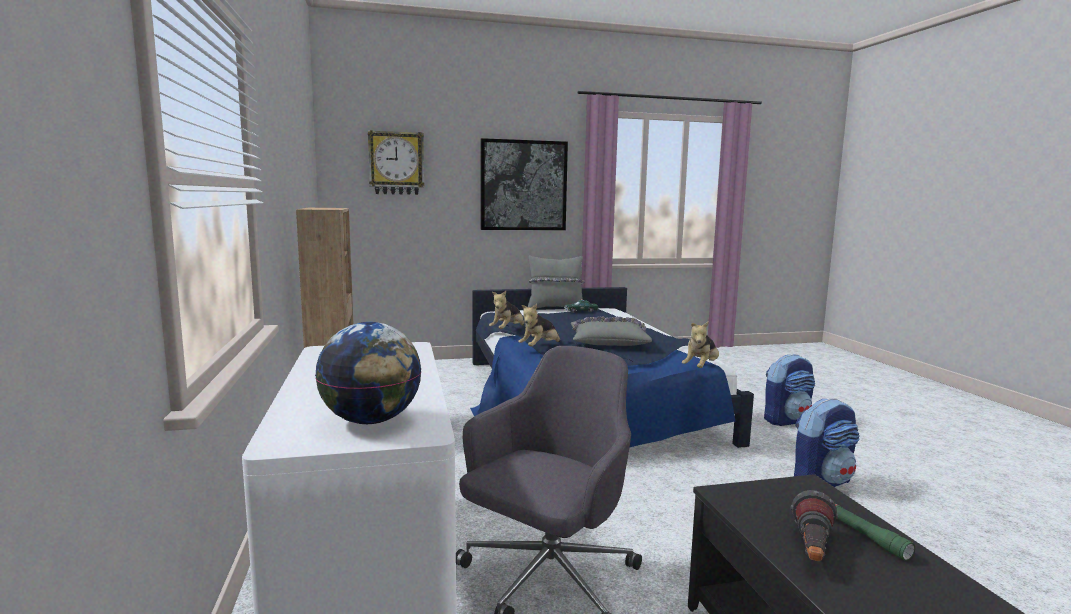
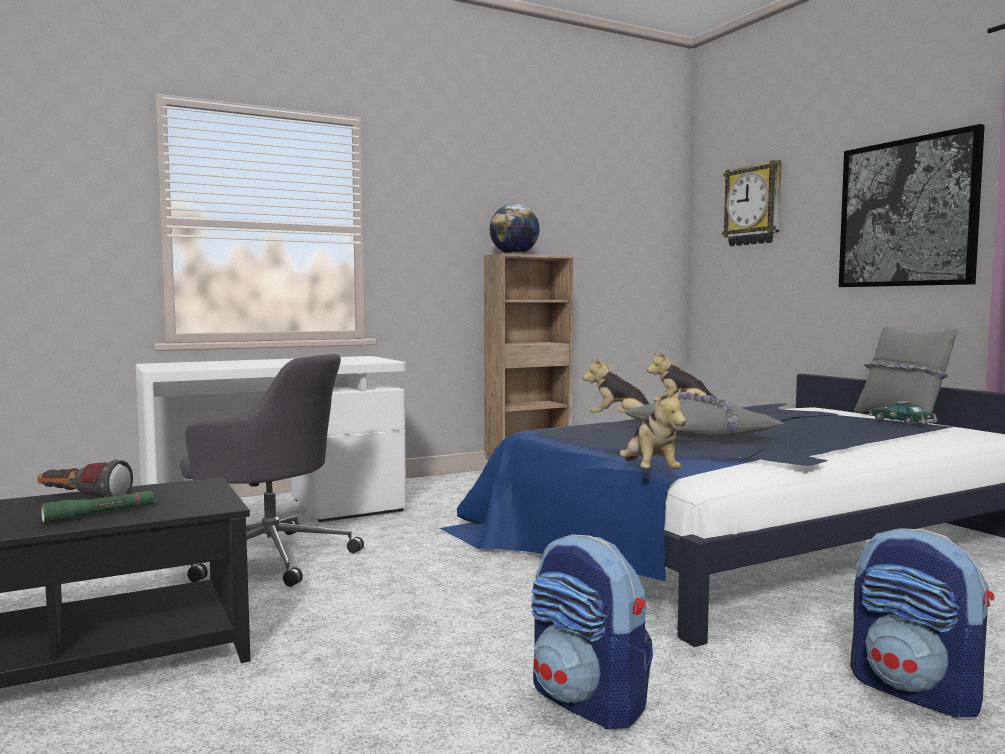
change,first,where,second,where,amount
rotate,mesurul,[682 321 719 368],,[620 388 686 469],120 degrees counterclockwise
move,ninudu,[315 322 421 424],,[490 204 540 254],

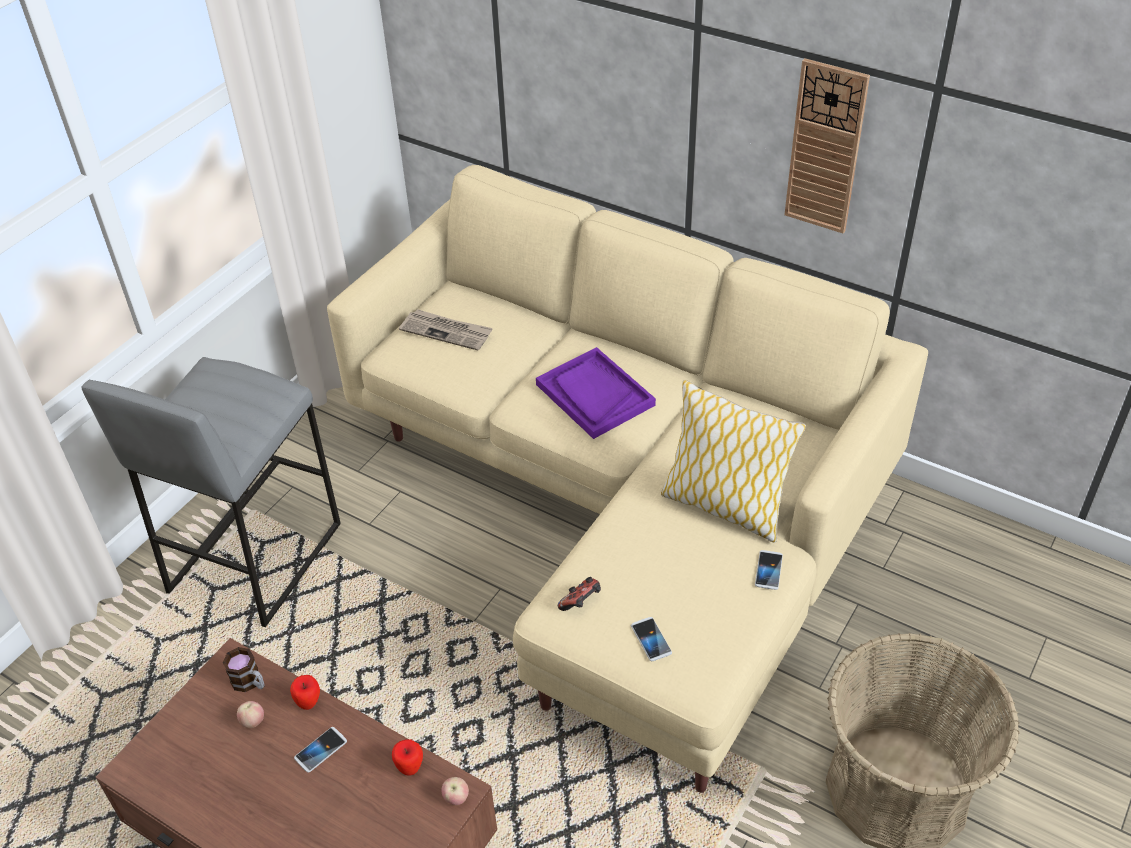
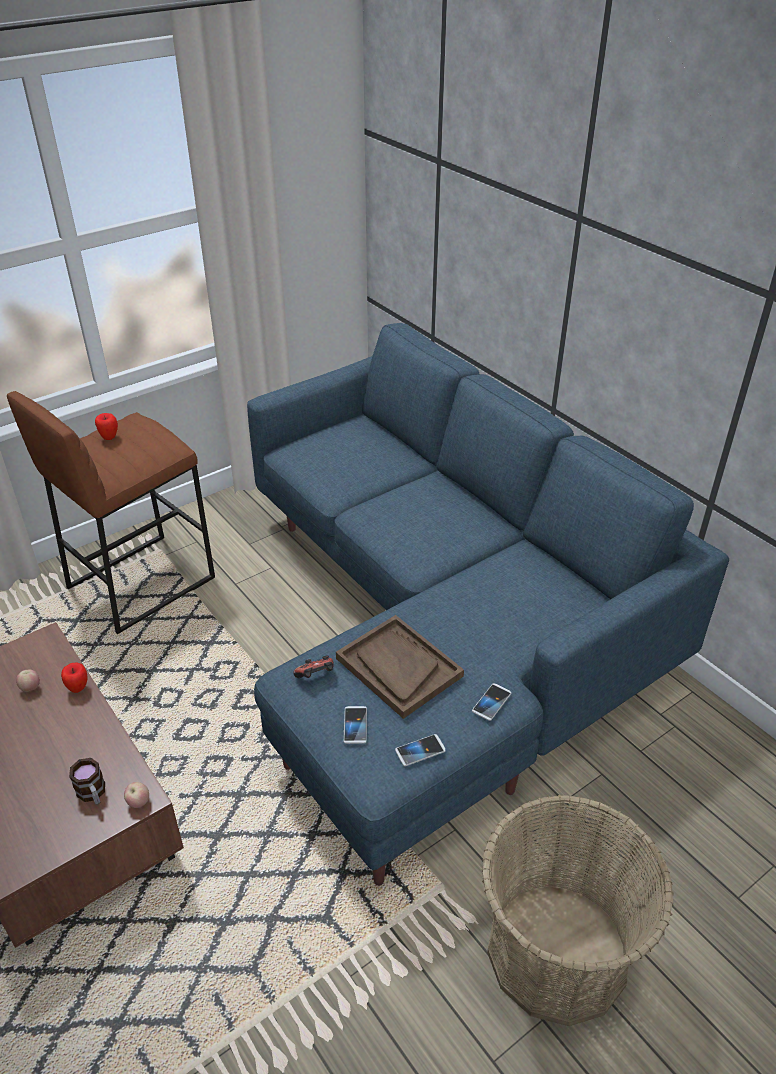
change,first,where,second,where,amount
delete,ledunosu,[784 58 870 233],,,
recolor,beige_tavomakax,[327 165 928 793],blue_tavomakax,[247 323 729 886],
delete,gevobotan,[399 309 493 351],,,
delete,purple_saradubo,[536 347 656 439],,,
recolor,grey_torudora,[81 357 341 627],brown_torudora,[7 391 215 634],
delete,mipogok,[661 380 806 543],,,
move,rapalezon,[222 647 265 692],,[69 758 105 805],
move,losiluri,[294 727 347 773],,[395 734 446 766],
move,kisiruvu,[392 739 423 775],,[95 413 118 440],
insert,,,brown_saradubo,[336 615 464 719],

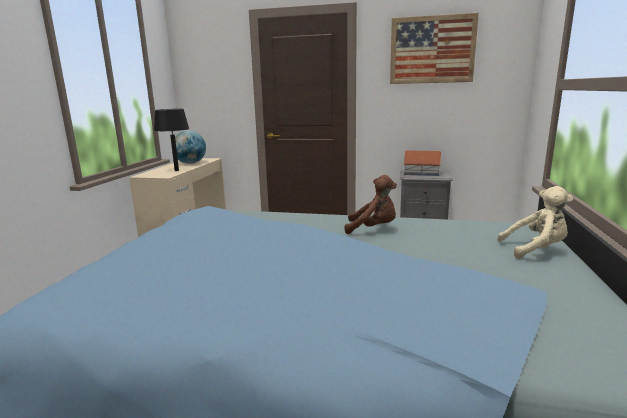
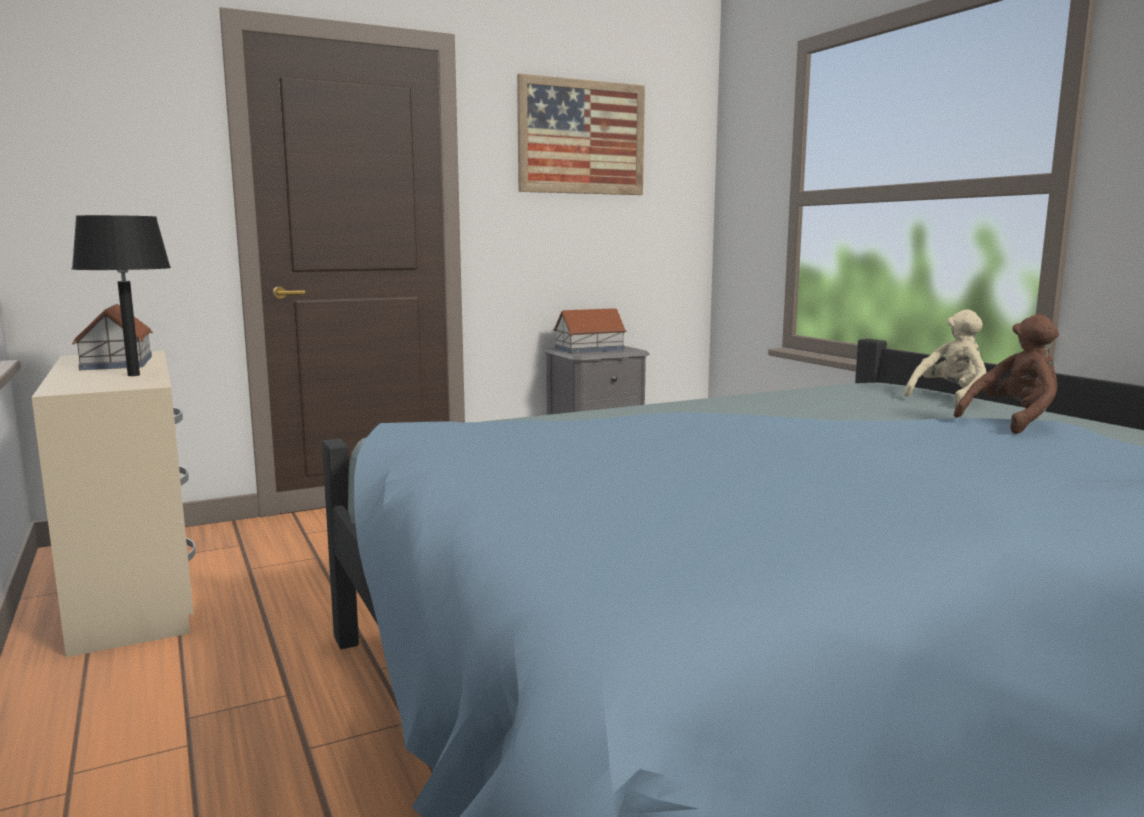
change,first,where,second,where,amount
replace,ninudu,[175 130 206 164],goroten,[72 304 153 370],
move,brown_mesurul,[345 175 397 234],,[954 315 1060 434],

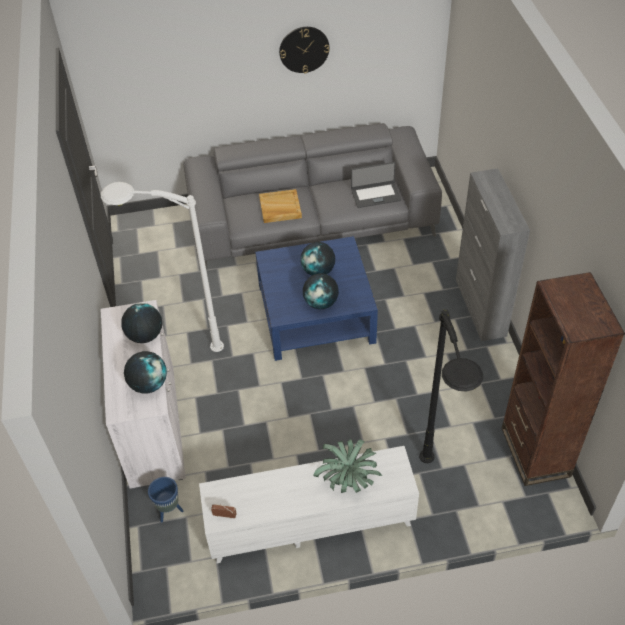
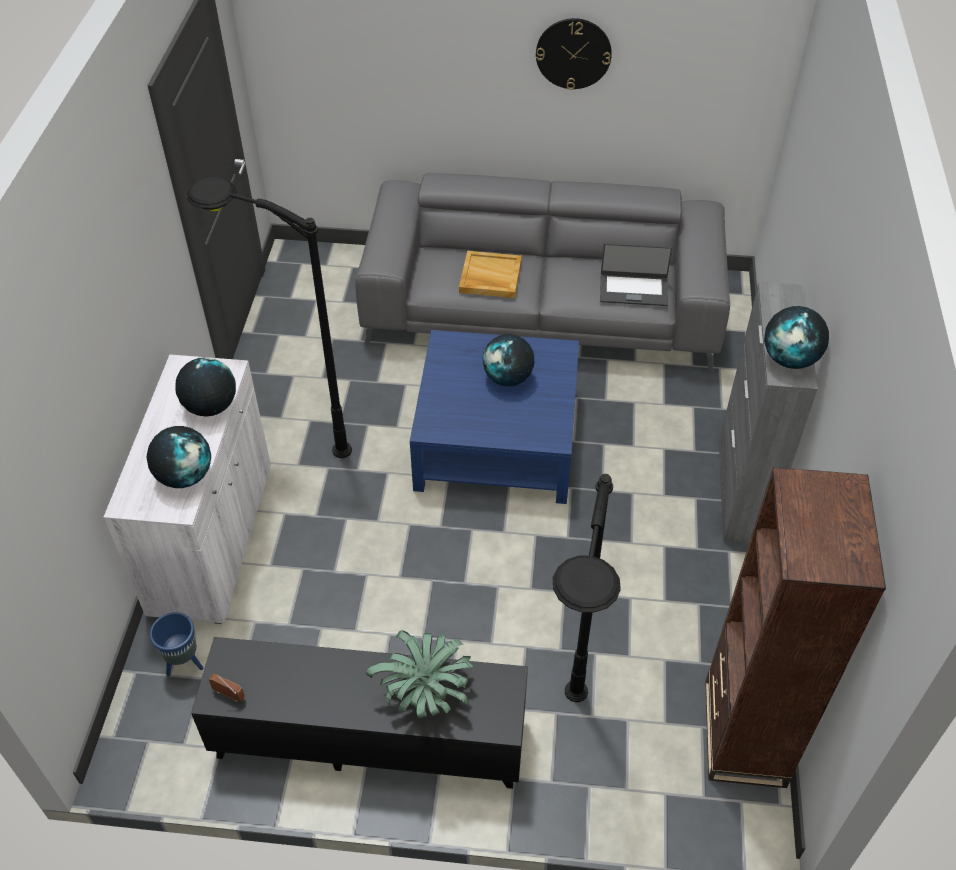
change,first,where,second,where,amount
recolor,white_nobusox,[101 182 224 352],black_nobusox,[186 177 352 458],
move,ninudu,[303 273 339 309],,[764 306 829 369],
recolor,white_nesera,[199 446 419 564],black_nesera,[191 637 528 789],

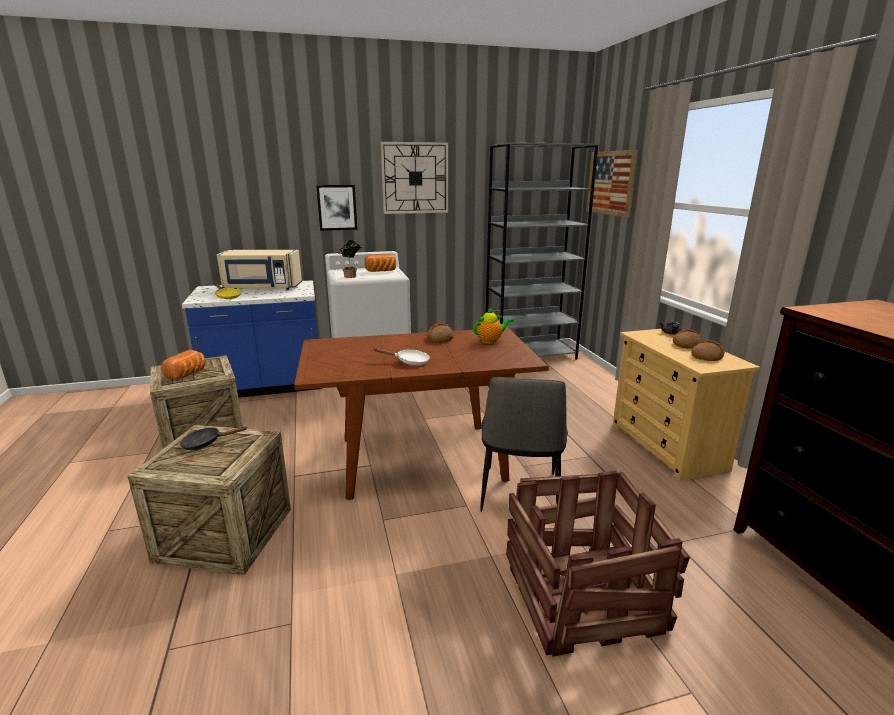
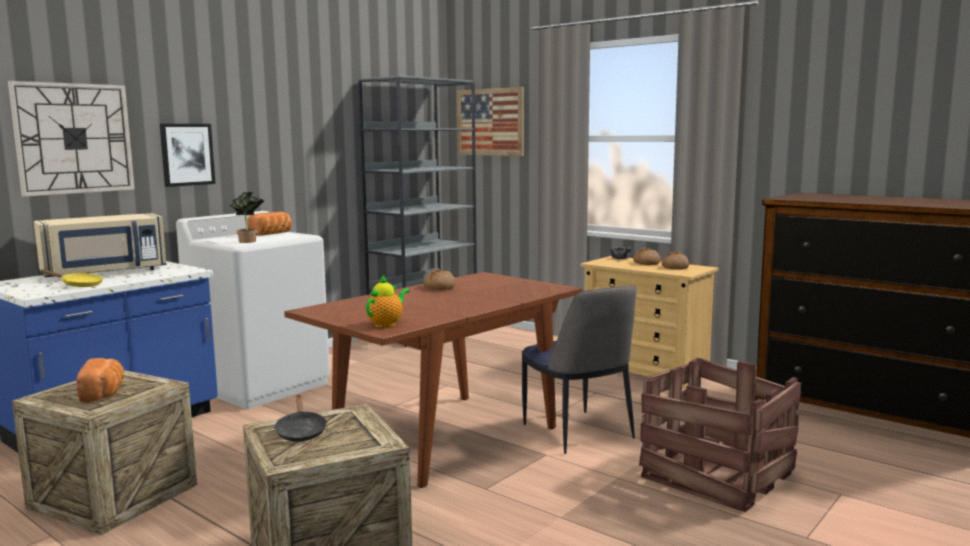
change,first,where,second,where,amount
move,ledunosu,[381 142 448 214],,[8 81 135 197],
move,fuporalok,[473 308 514 344],,[366 275 410 327],
delete,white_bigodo,[374 348 430 365],,,
rotate,black_bigodo,[180 426 247 450],,[274 395 327 442],60 degrees counterclockwise

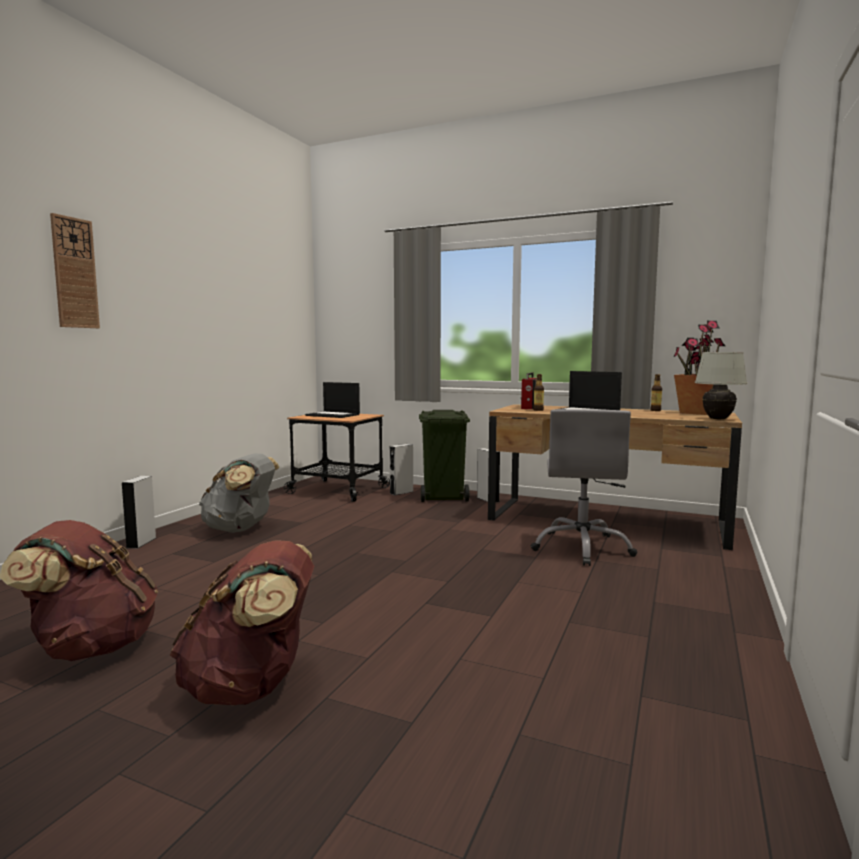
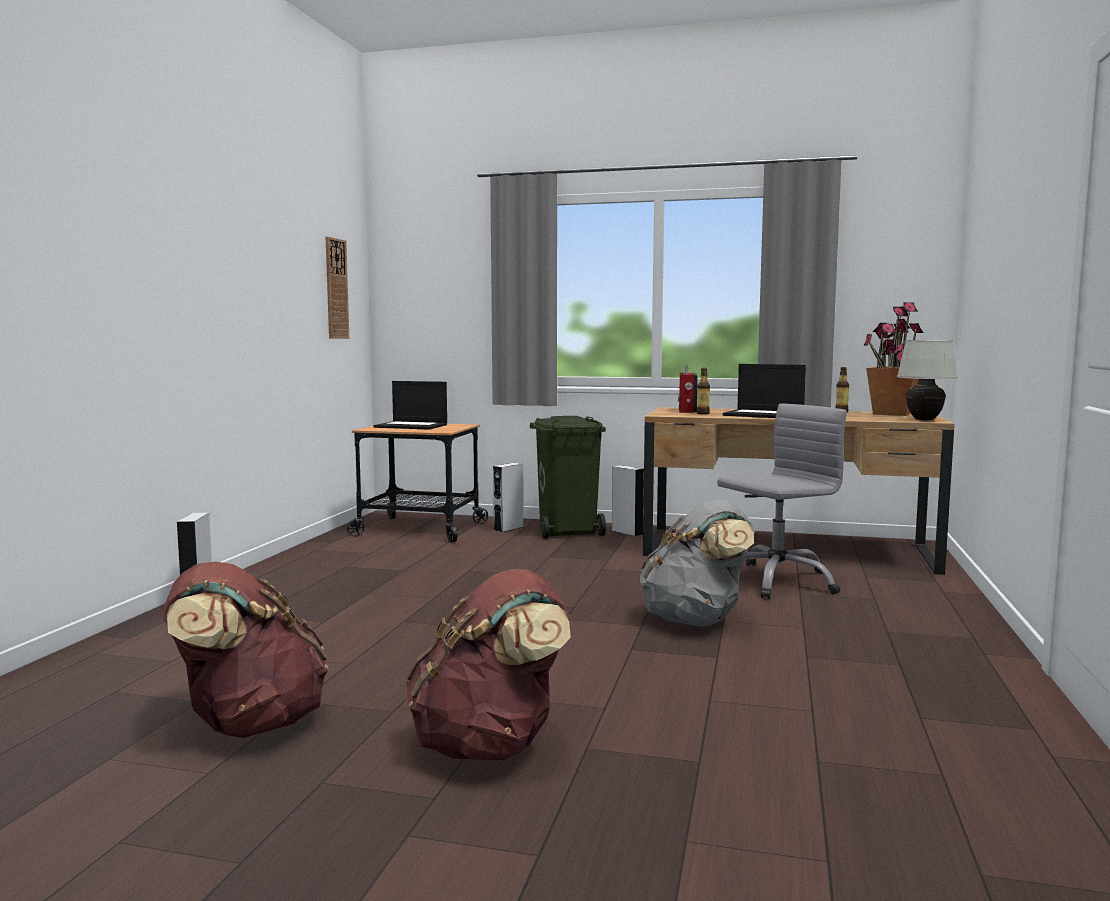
change,first,where,second,where,amount
move,ledunosu,[50 213 100 328],,[326 237 350 339],
rotate,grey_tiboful,[531 409 637 566],,[717 404 847 599],120 degrees counterclockwise
move,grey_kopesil,[199 453 280 533],,[640 500 755 627],

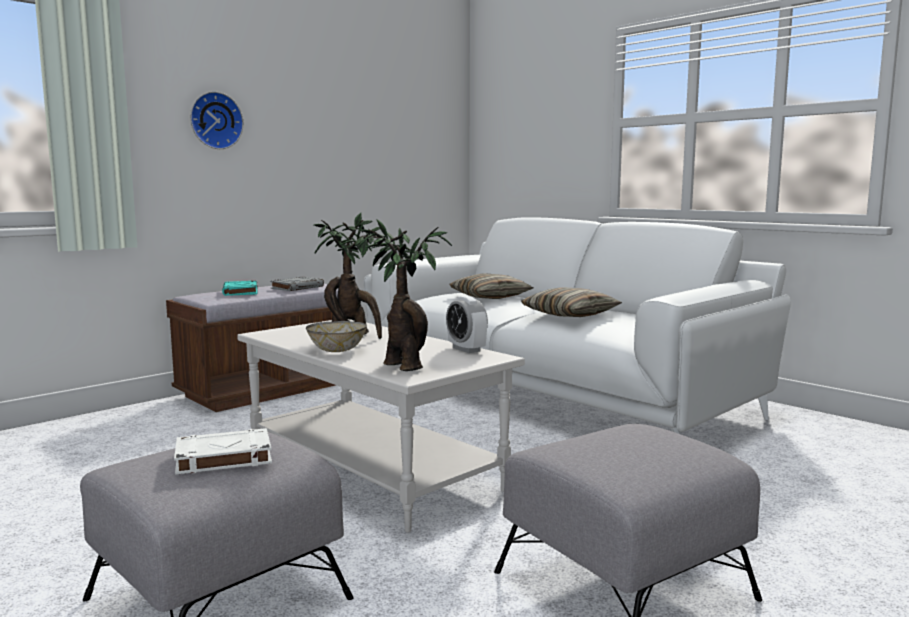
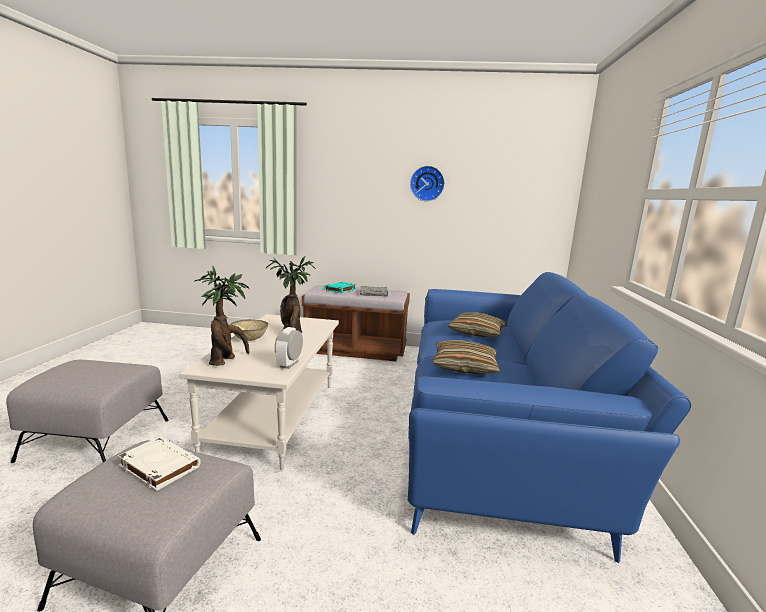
change,first,where,second,where,amount
move,ledunosu,[190 91 244 149],,[410 166 445 201],
recolor,white_tavomakax,[364 217 791 434],blue_tavomakax,[408 272 691 563],
move,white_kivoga,[174 428 272 475],,[118 436 201 491],

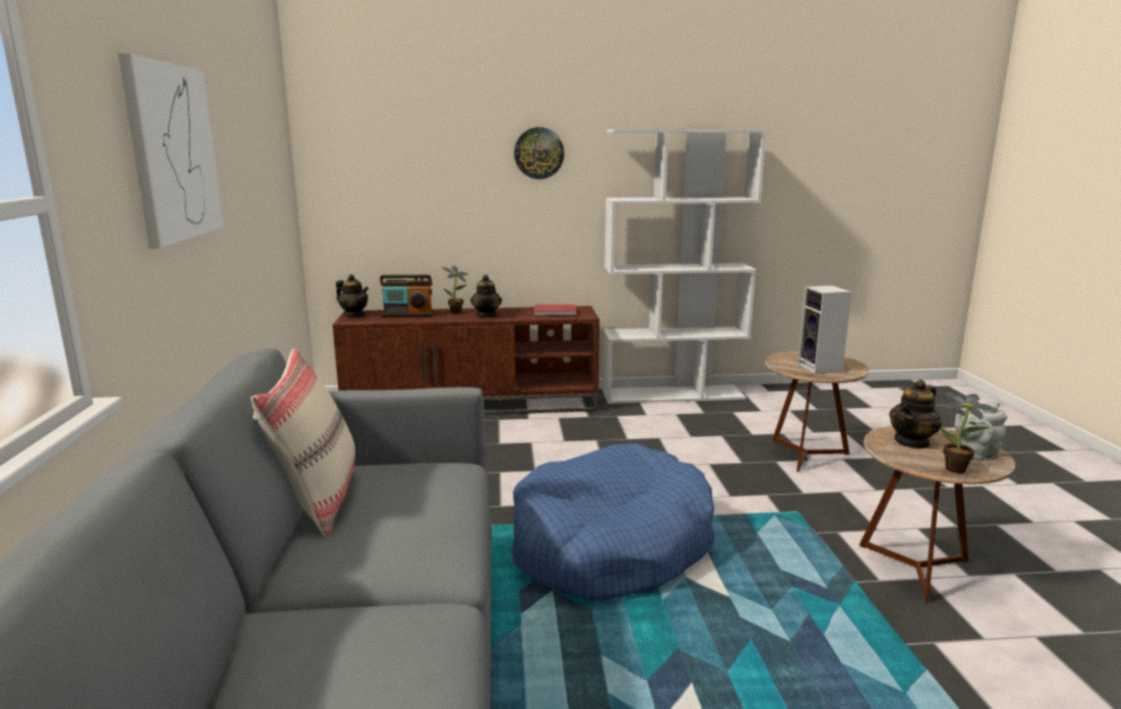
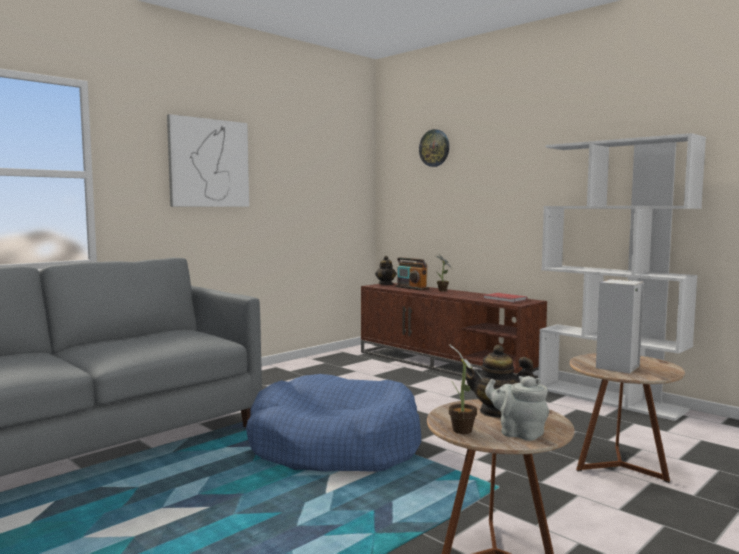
change,first,where,second,where,amount
move,ledunosu,[514 127 564 179],,[419 129 449 167],
delete,fuporalok,[470 274 502 318],,,
delete,beige_mipogok,[251 348 355 538],,,

